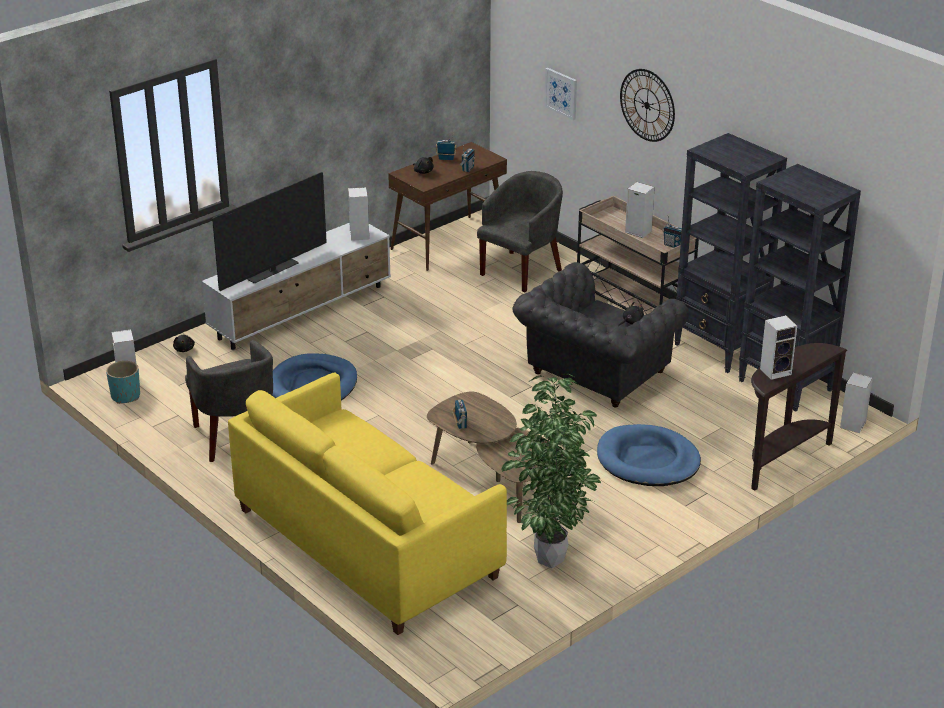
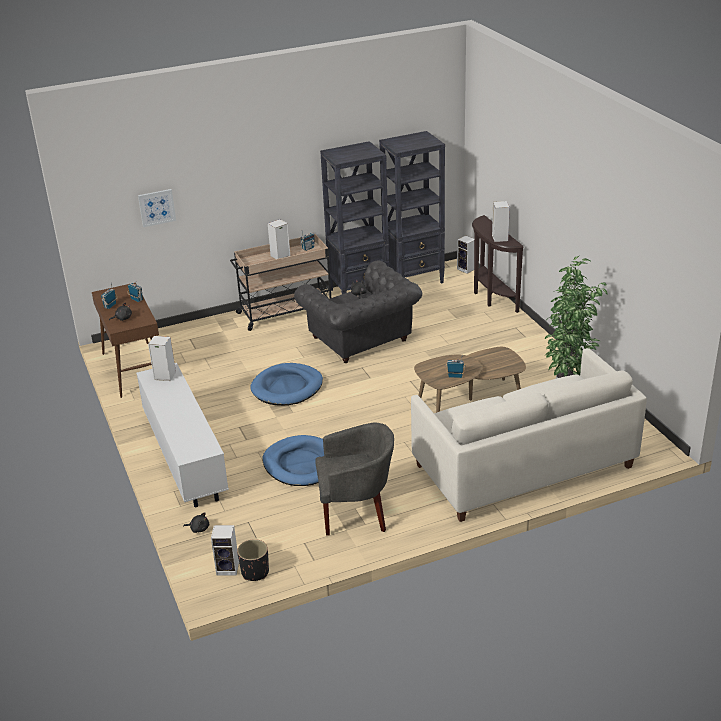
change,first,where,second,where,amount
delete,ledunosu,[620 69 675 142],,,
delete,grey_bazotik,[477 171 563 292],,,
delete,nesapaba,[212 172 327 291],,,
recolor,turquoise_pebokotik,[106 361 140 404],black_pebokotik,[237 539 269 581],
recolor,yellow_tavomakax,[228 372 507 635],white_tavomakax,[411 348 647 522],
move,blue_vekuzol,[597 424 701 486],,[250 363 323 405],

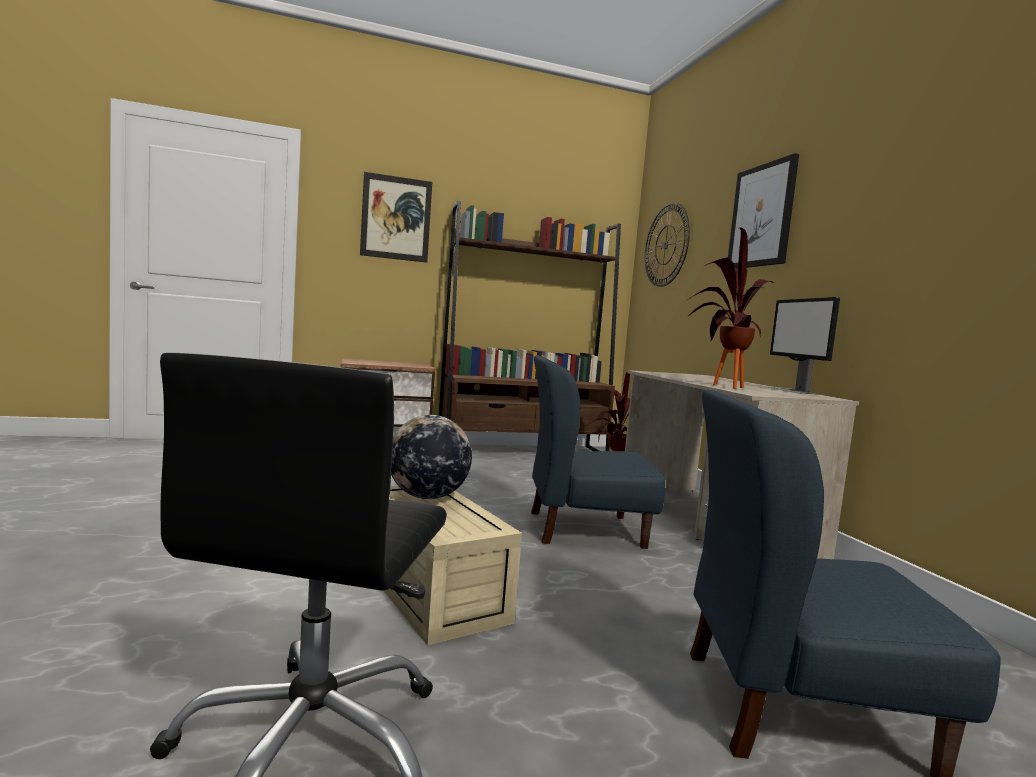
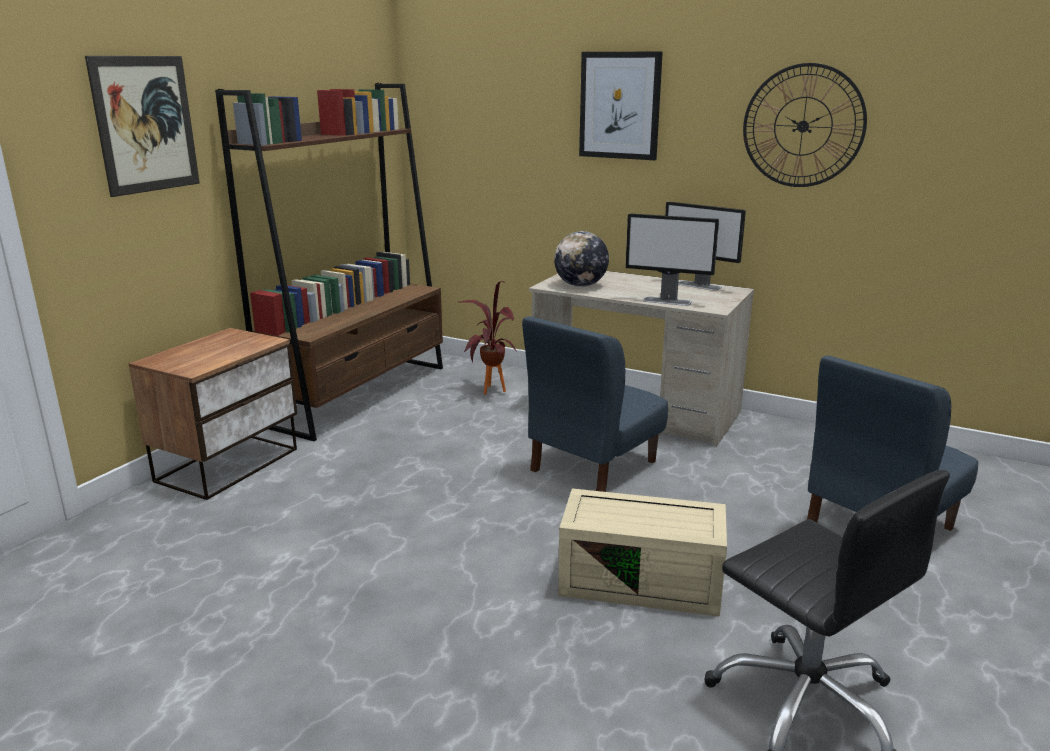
change,first,where,second,where,amount
move,ledunosu,[644 202 690 287],,[743 63 867 187],
replace,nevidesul,[687 227 774 389],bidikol,[625 213 719 306],
move,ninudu,[391 415 472 499],,[554 231 609 287],

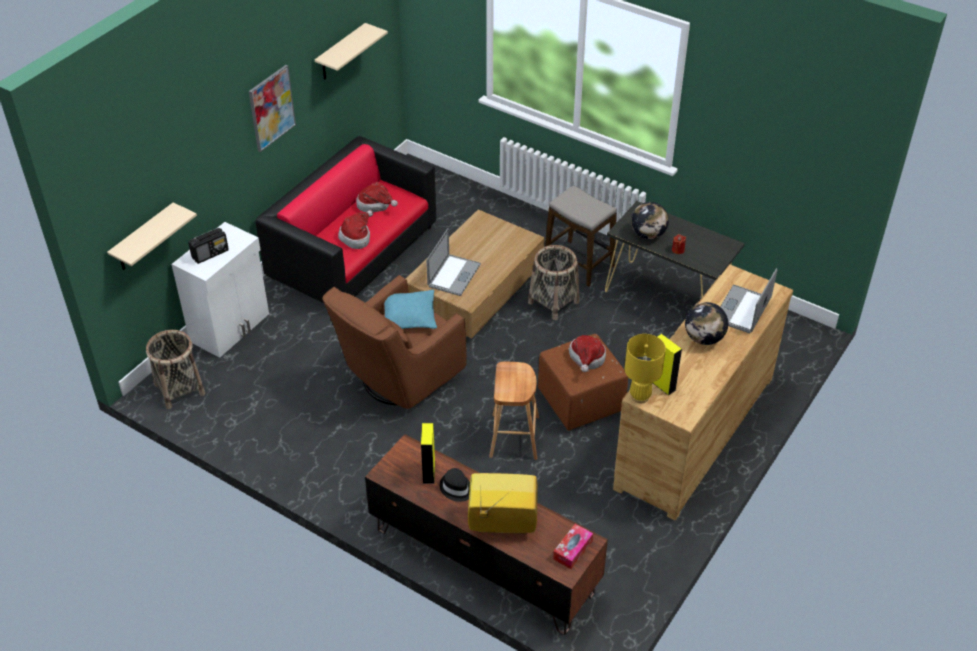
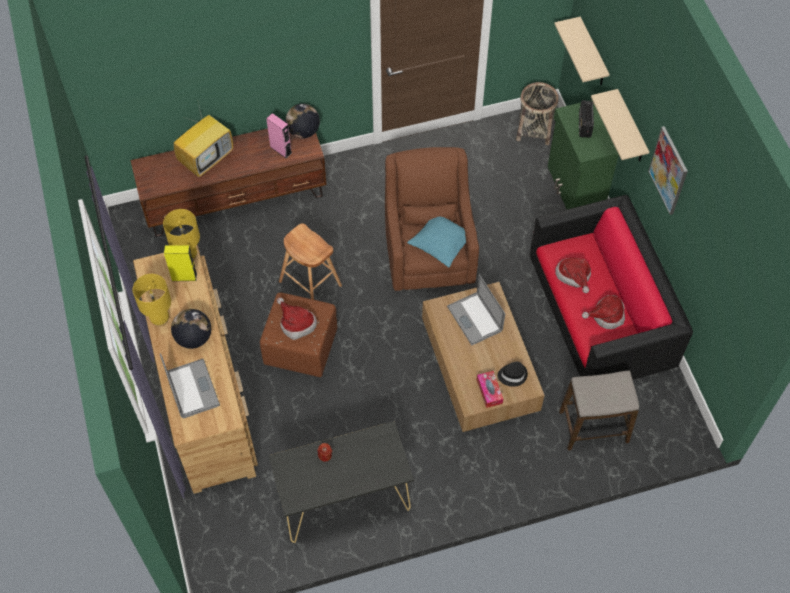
change,first,where,second,where,amount
move,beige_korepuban,[315 23 388 80],,[591 89 649 161],
move,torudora,[545 186 617 287],,[559 371 639 450],
move,ninudu,[631 202 669 239],,[285 104 320 138],
recolor,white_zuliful,[171 222 269 358],green_zuliful,[548 100 619 209],
delete,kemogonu,[528 245 579 320],,,
recolor,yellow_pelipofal,[421 423 435 484],pink_pelipofal,[266 113 292 158],
move,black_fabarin,[440 468 470 502],,[497 362 528 387],
move,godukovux,[553 524 593 569],,[477 371 503 408],
insert,,,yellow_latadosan,[133 274 171 327],

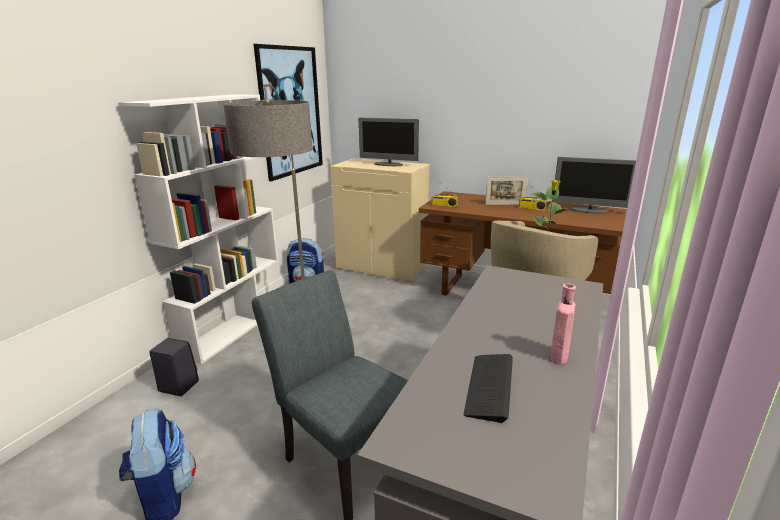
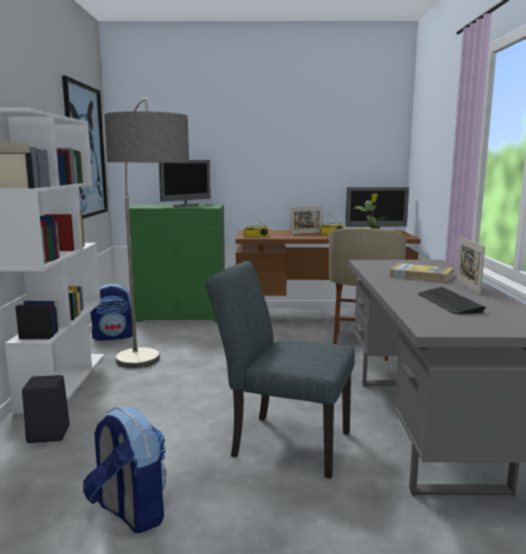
change,first,where,second,where,amount
rotate,bidikol,[358 118 419 166],,[159 160 210 207],45 degrees counterclockwise
recolor,beige_zuliful,[330 158 429 283],green_zuliful,[129 204 225 322],
replace,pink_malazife,[550 283 576 364],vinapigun,[456 237 485 295],
insert,,,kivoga,[390 263 454 282],

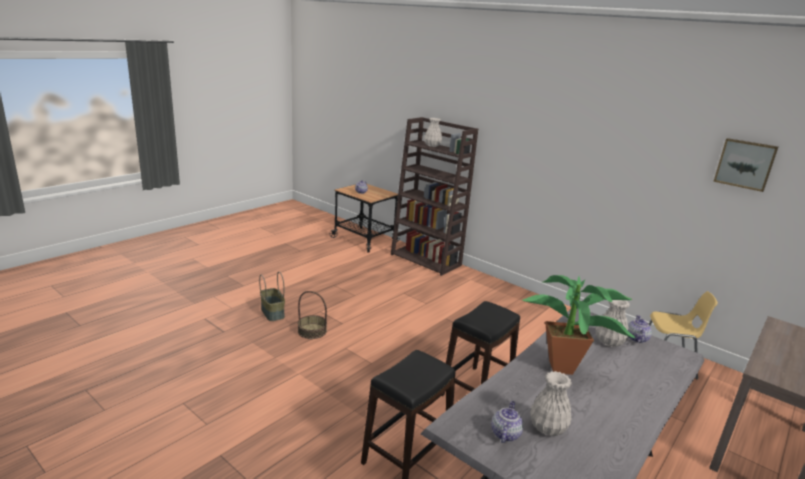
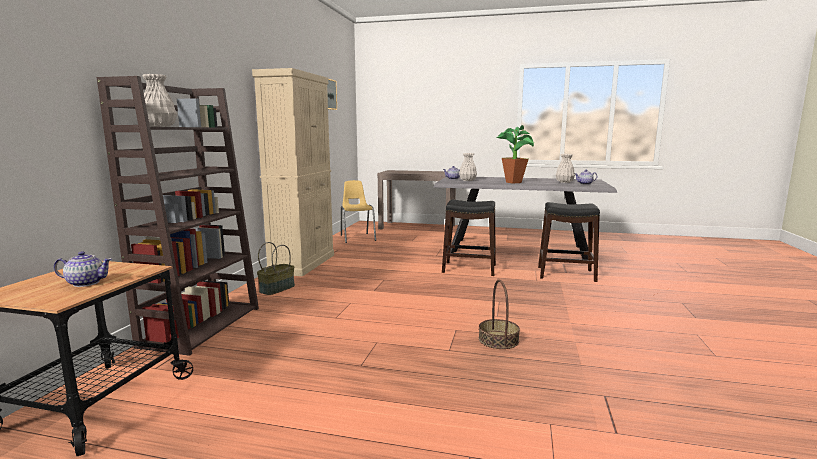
change,first,where,second,where,amount
move,kemogonu,[259 272 285 321],,[257 242 295 295],
insert,,,beige_zuliful,[252 68 334 276],

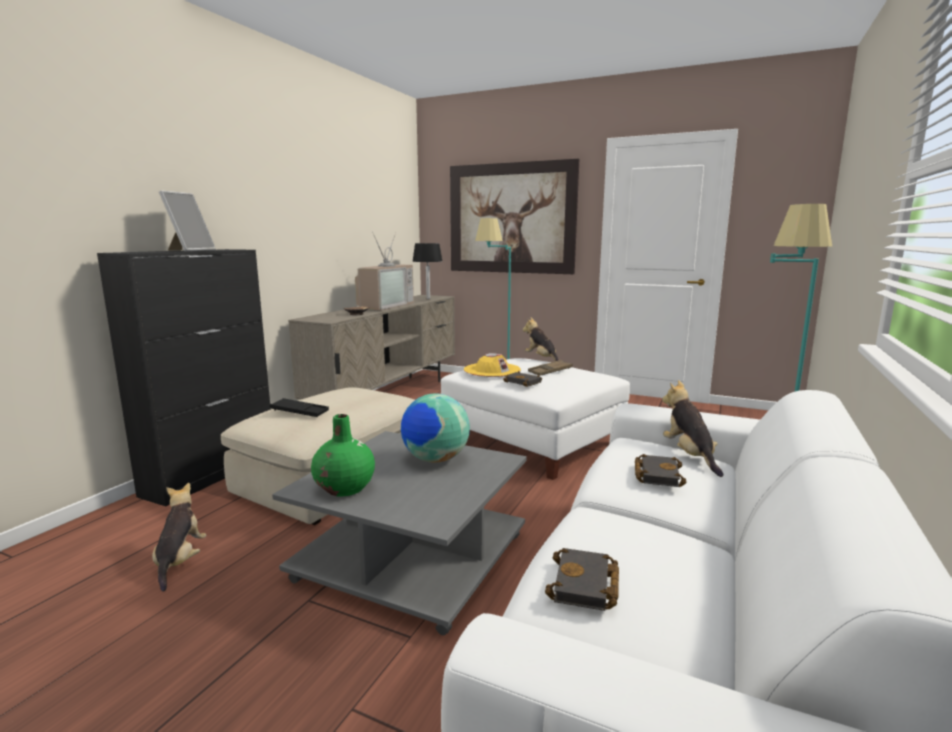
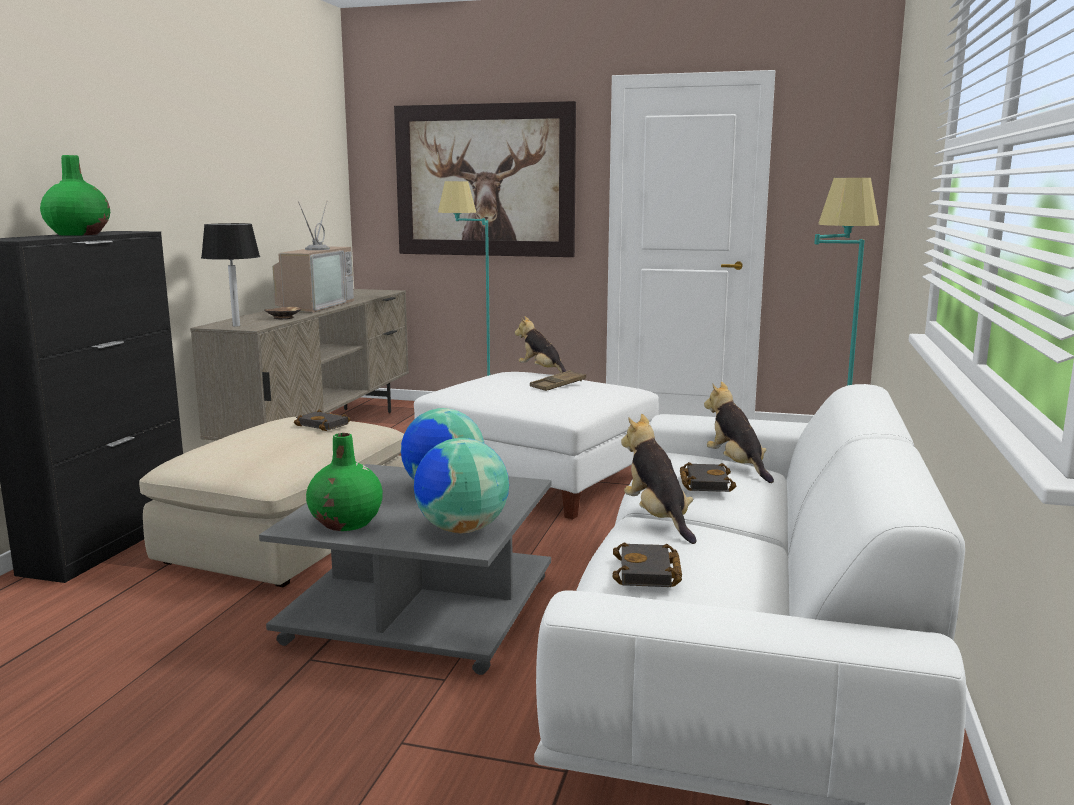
change,first,where,second,where,amount
replace,vinapigun,[159 191 216 251],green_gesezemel,[40 155 110 236],
move,black_latadosan,[412 243 442 299],,[201 223 260 327],
delete,yellow_fabarin,[464 353 521 377],,,
move,black_kivoga,[503 371 542 387],,[294 410 350 431],
delete,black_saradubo,[270 398 329 417],,,
move,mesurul,[152 483 206 592],,[621 414 697 544],
insert,,,ninudu,[414 438 509 533],

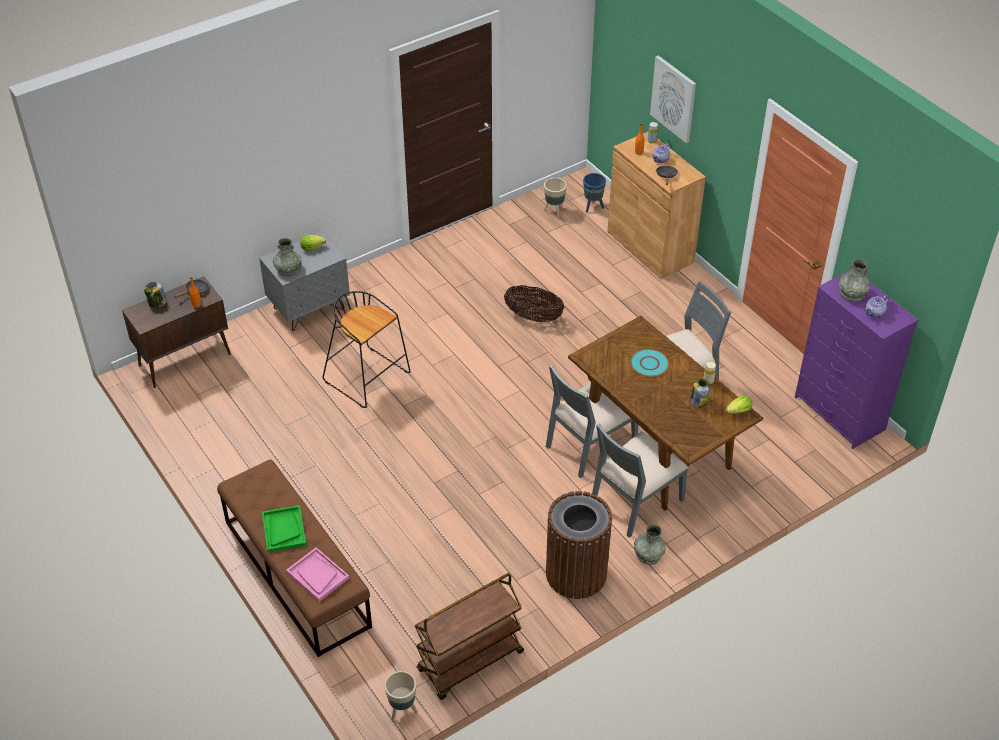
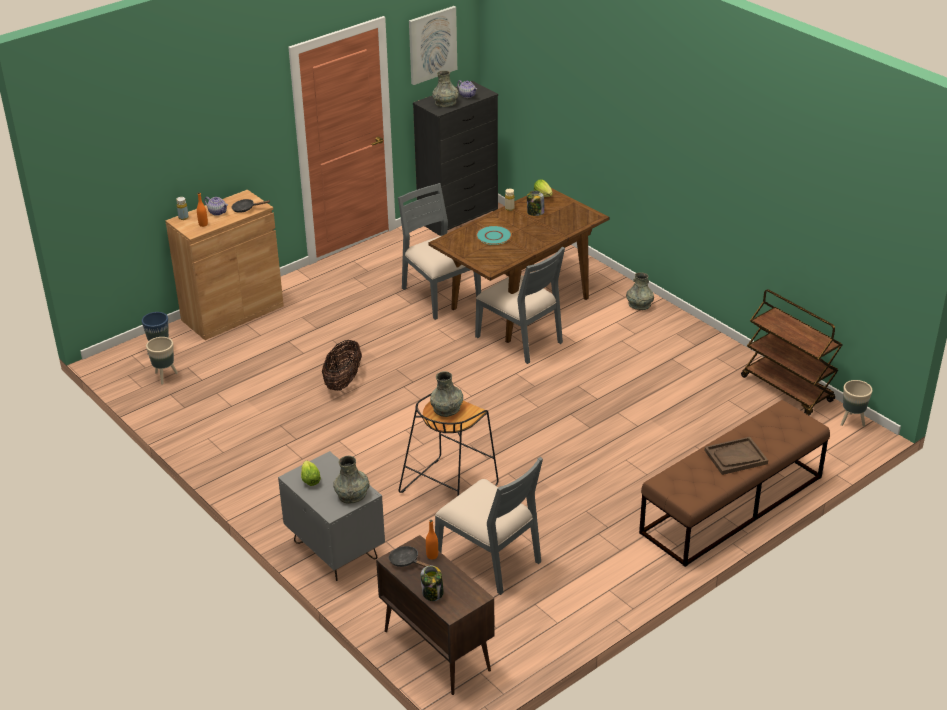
change,first,where,second,where,amount
move,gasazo,[650 55 696 143],,[409 6 457 85],
recolor,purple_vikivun,[794 270 918 449],black_vikivun,[413 81 498 236],
move,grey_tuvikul,[592 423 688 538],,[435 457 543 595],
delete,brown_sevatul,[546 491 613 599],,,
recolor,green_saradubo,[262 505 306 552],brown_saradubo,[704 437 768 475],
delete,pink_saradubo,[286 547 349 602],,,
insert,,,grey_gesezemel,[430 371 463 417],

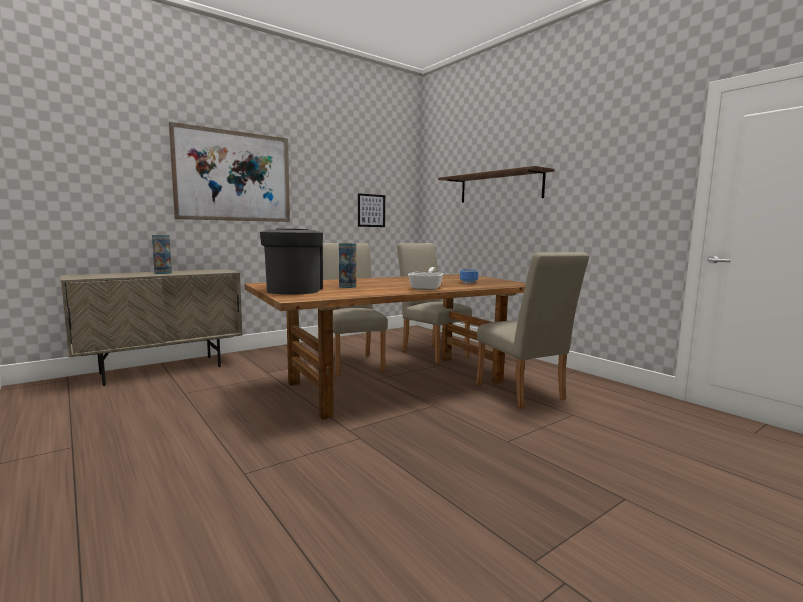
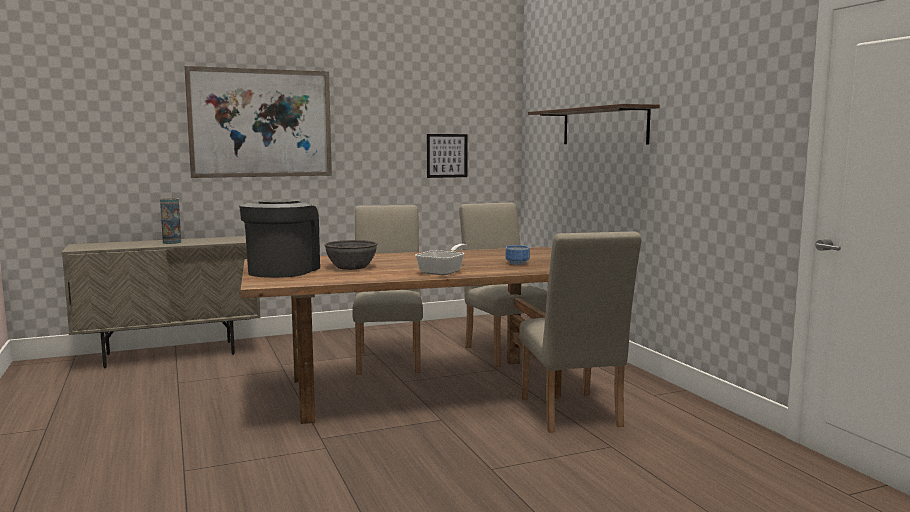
change,first,where,second,where,amount
replace,gesezemel,[339 243 356 288],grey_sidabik,[324 240 378 270],

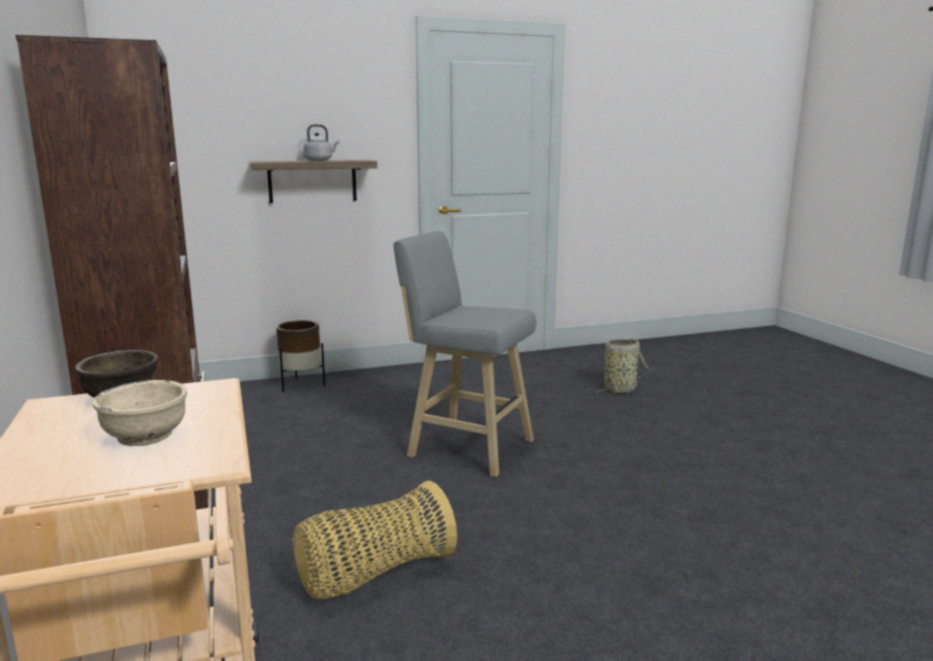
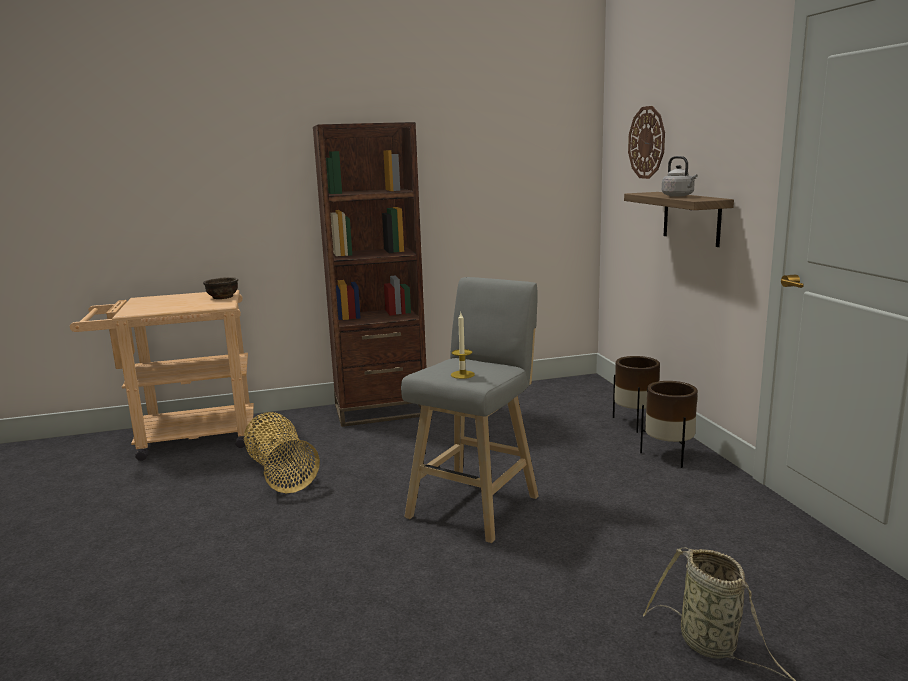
change,first,where,second,where,amount
delete,beige_sidabik,[93 380 187 447],,,
insert,,,ledunosu,[628 106 665 179],
insert,,,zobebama,[451 313 475 379],
insert,,,brown_pebokotik,[640 381 698 468],

